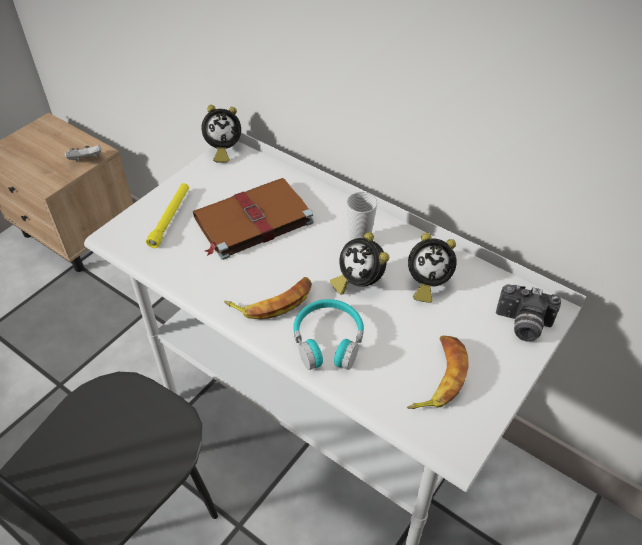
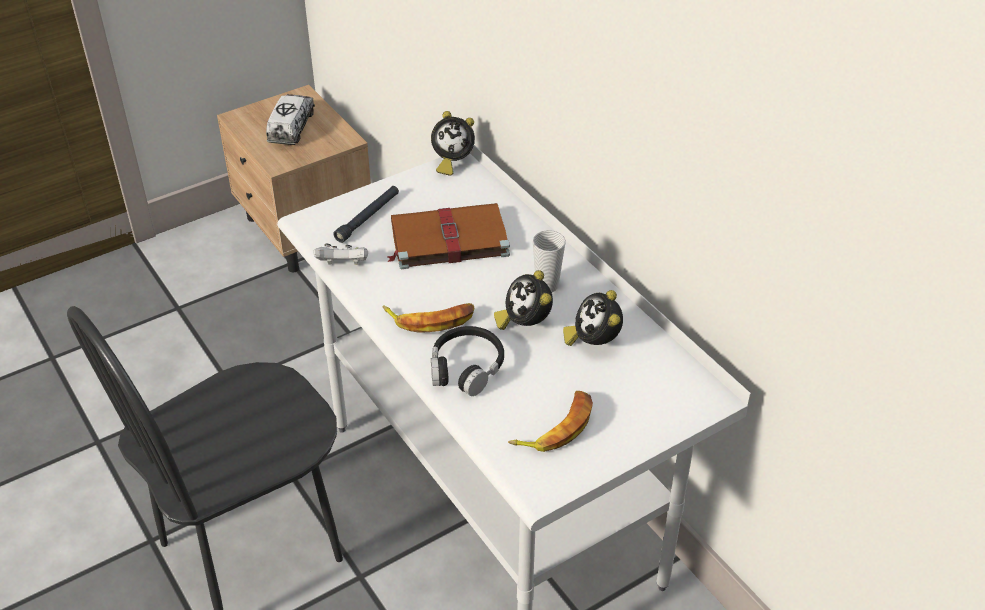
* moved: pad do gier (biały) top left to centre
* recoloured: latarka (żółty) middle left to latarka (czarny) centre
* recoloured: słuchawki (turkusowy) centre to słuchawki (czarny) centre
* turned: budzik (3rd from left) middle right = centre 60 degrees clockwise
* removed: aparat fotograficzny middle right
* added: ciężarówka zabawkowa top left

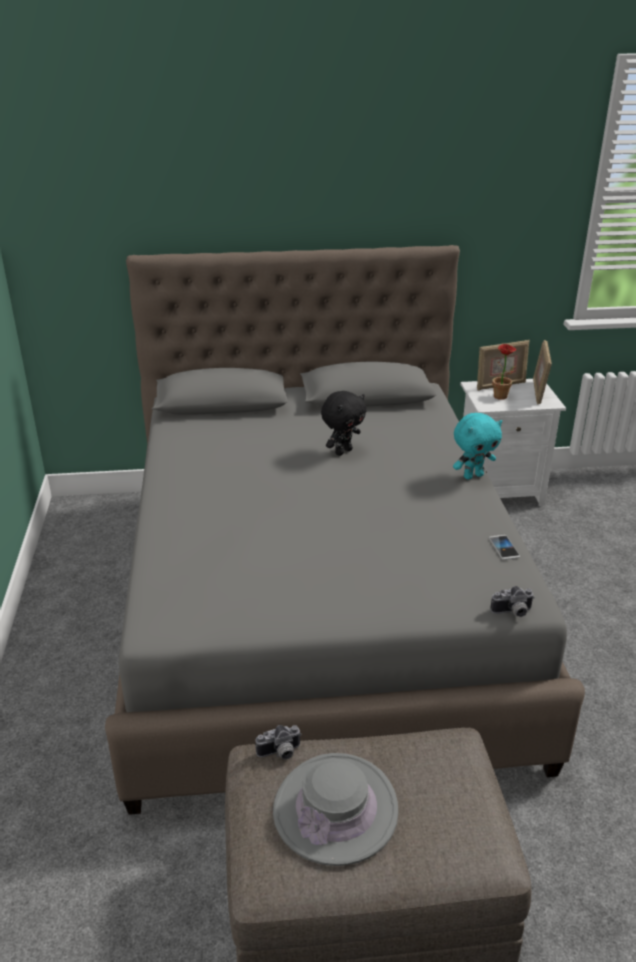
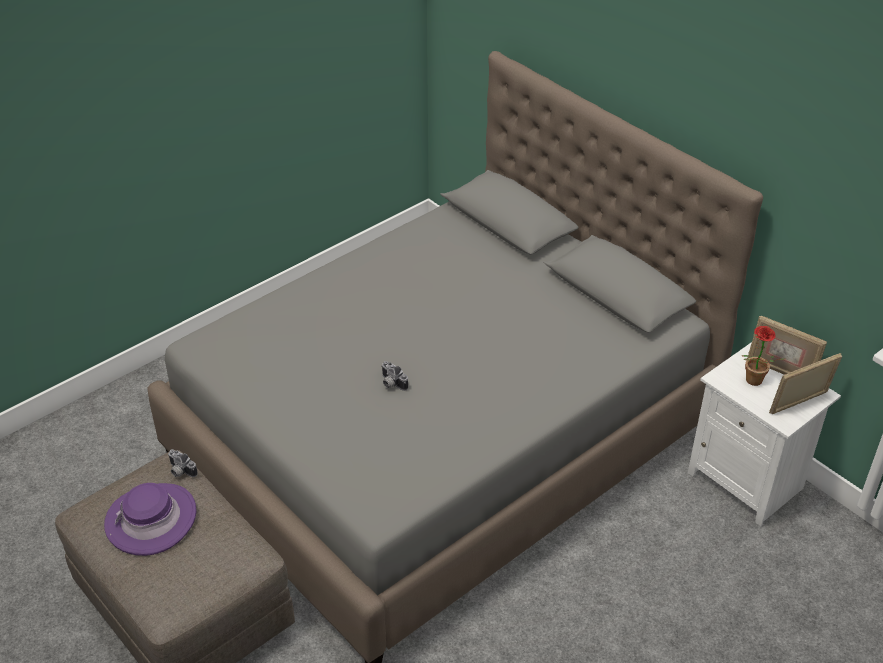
* recoloured: kapelusz (szary) bottom centre to kapelusz (fioletowy) bottom left
* removed: pluszak (czarny) centre
* removed: pluszak (turkusowy) middle right
* removed: telefon middle right
* moved: aparat fotograficzny (2nd from left) middle right to centre

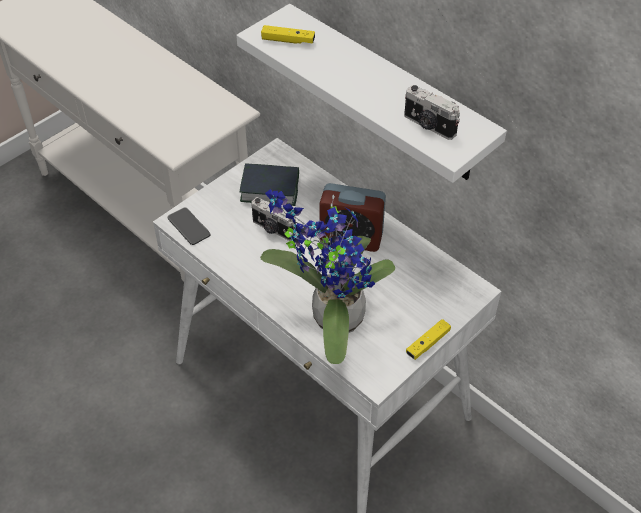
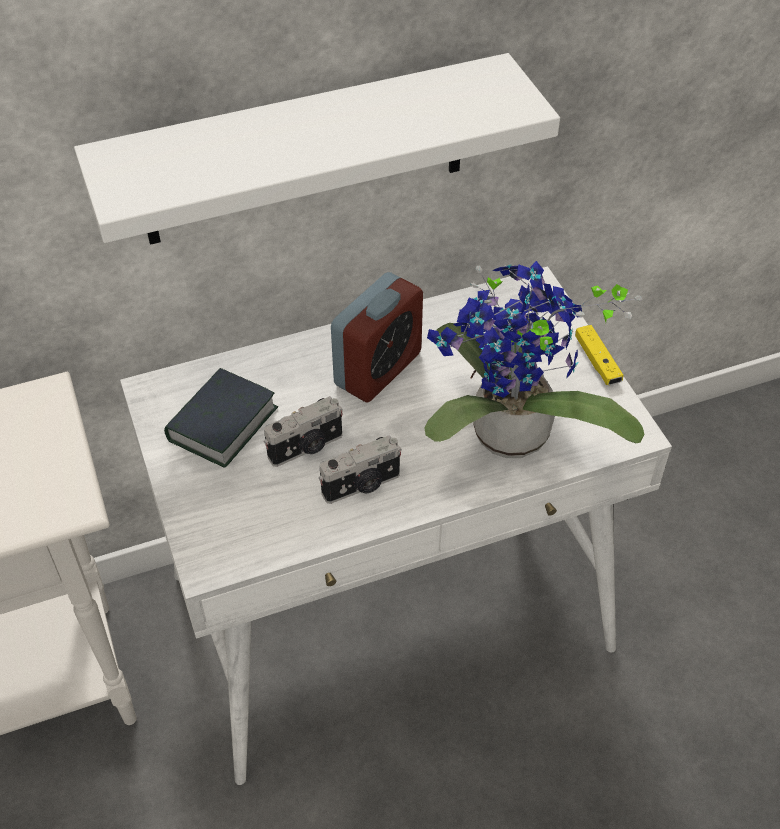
* removed: telefon middle left
* removed: pad do gier (żółty) (1st from left) top centre
* moved: aparat fotograficzny (2nd from left) top right to centre

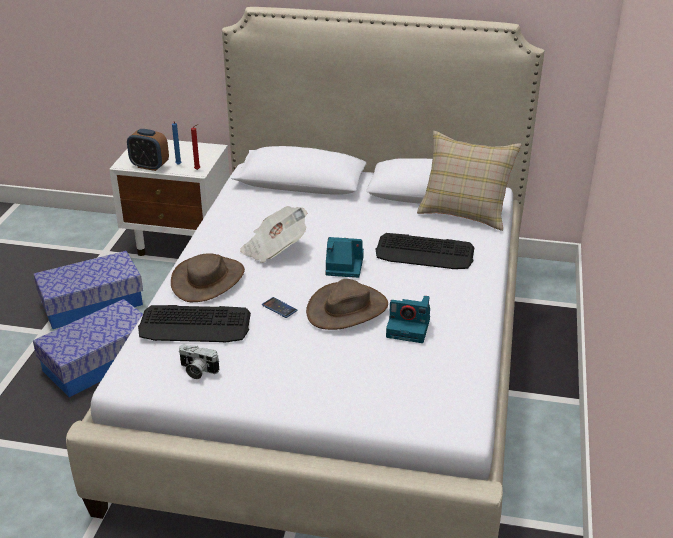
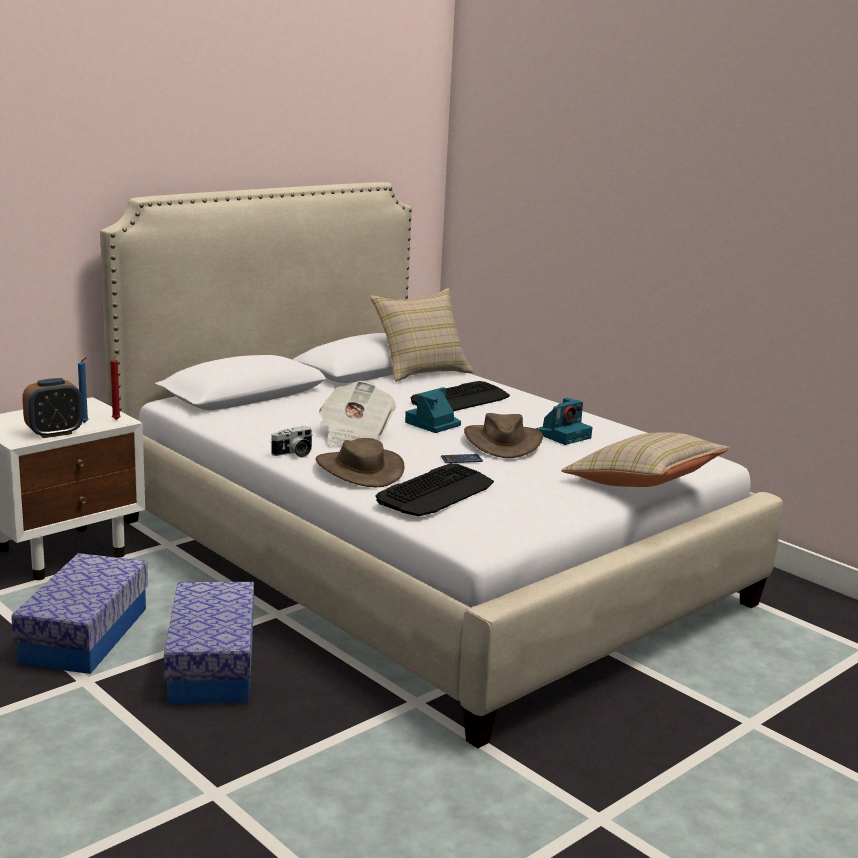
* moved: aparat fotograficzny (1st from left) bottom left to centre
* added: poduszka (beżowy) (2nd from left) middle right

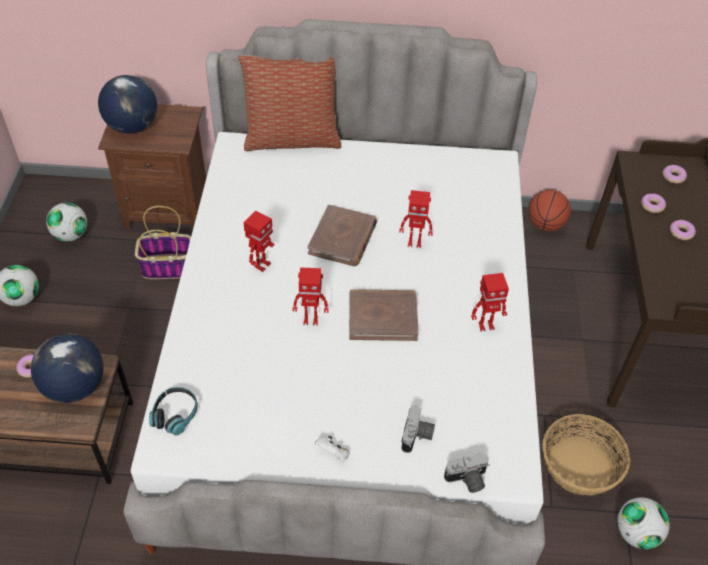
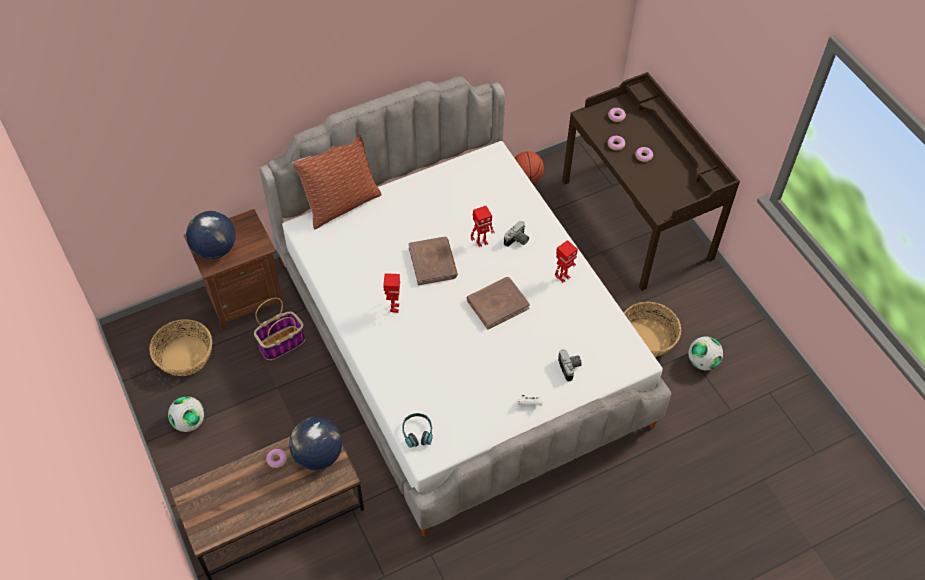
* replaced: piłka futbolowa (2nd from left) middle left to koszyk (1st from left) middle left
* removed: robot zabawkowy (2nd from left) centre
* moved: aparat fotograficzny (2nd from left in the first image) bottom centre to aparat fotograficzny (1st from left) centre

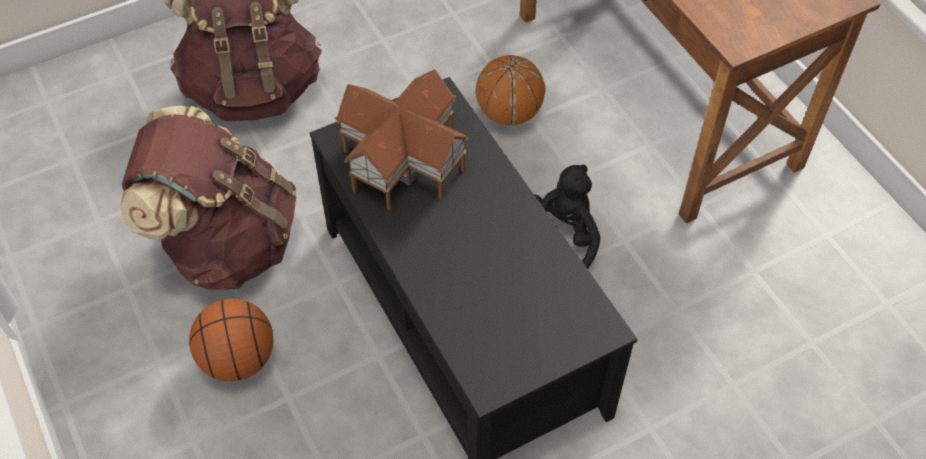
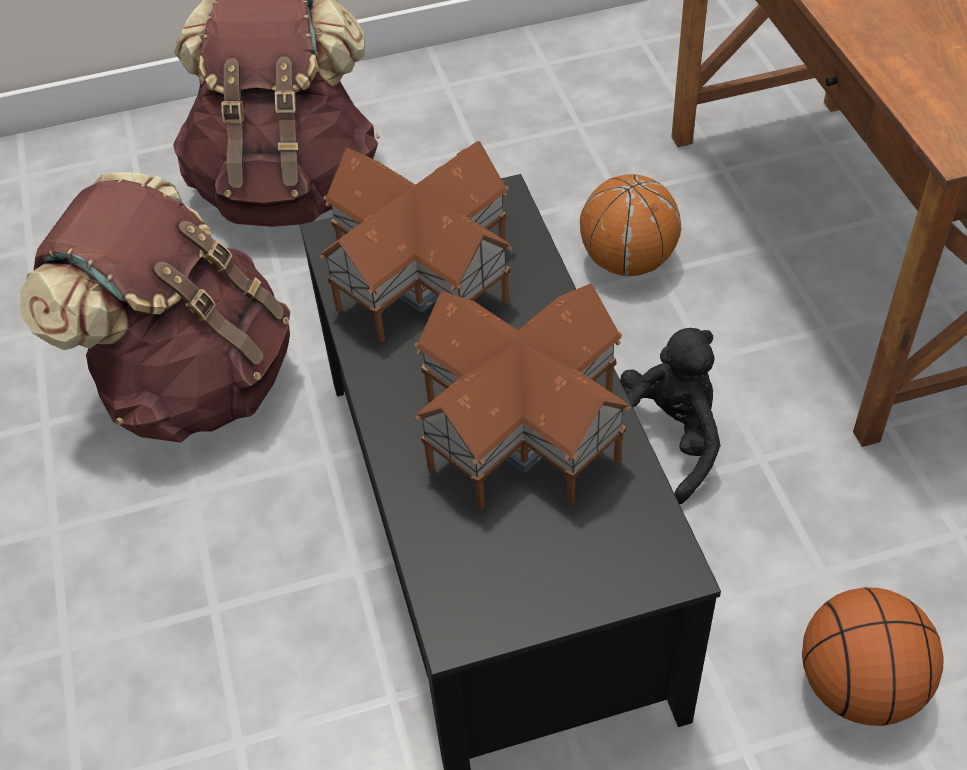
* moved: piłka do koszykówki (1st from left in the first image) bottom left to piłka do koszykówki (2nd from left) bottom right
* added: domek (2nd from left) centre

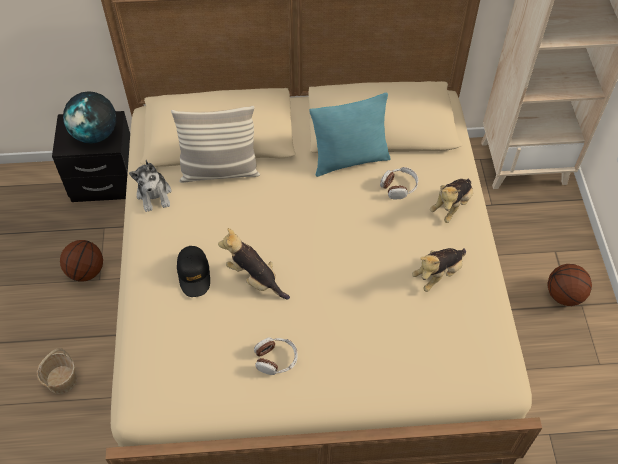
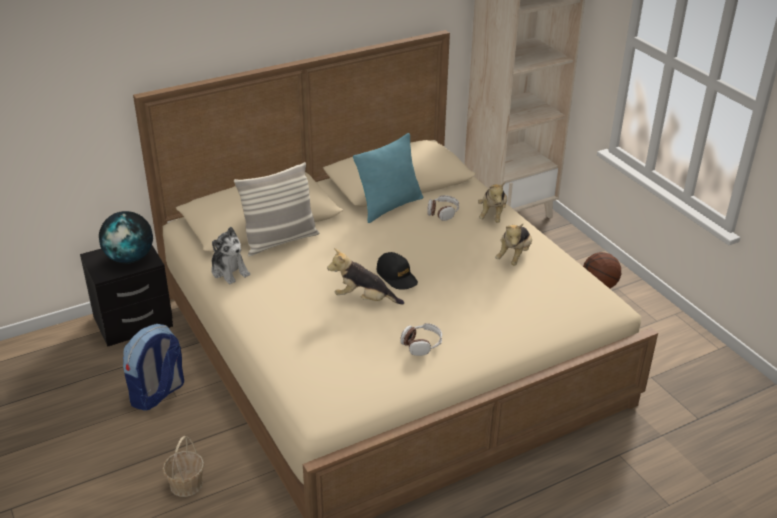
* replaced: piłka do koszykówki (1st from left) middle left to plecak bottom left
* moved: czapka z daszkiem (czarny) middle left to centre

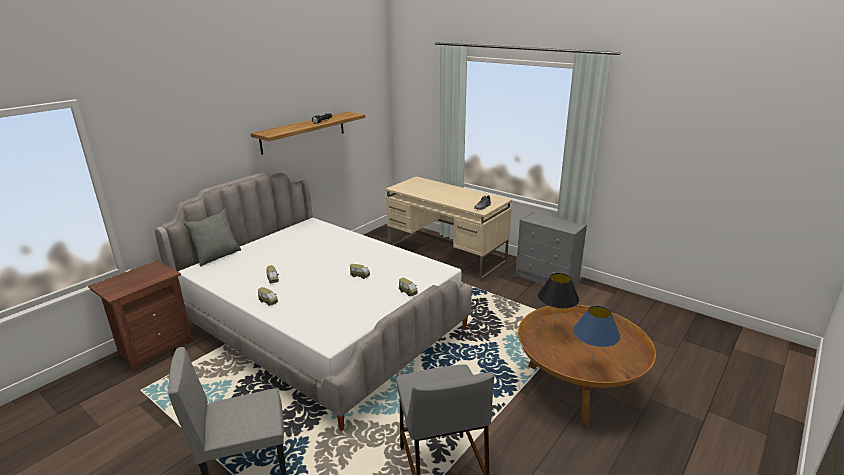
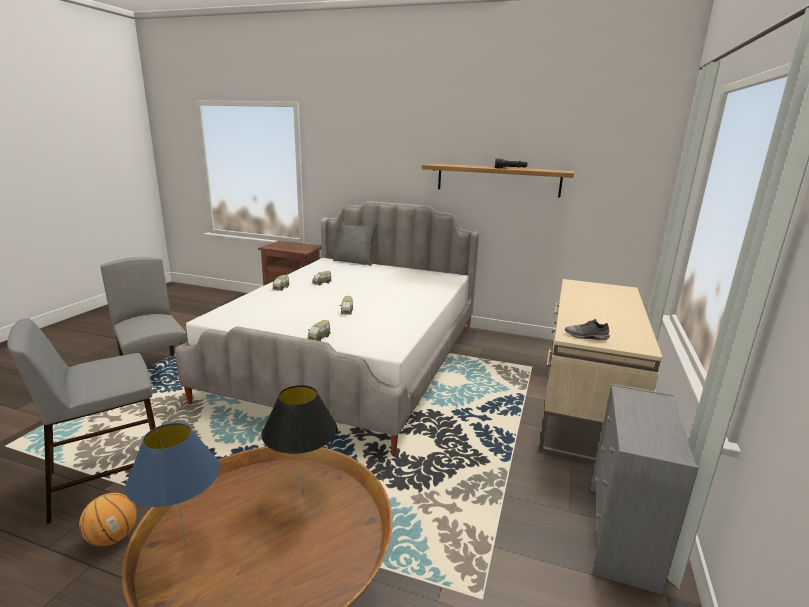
* added: piłka do koszykówki bottom left

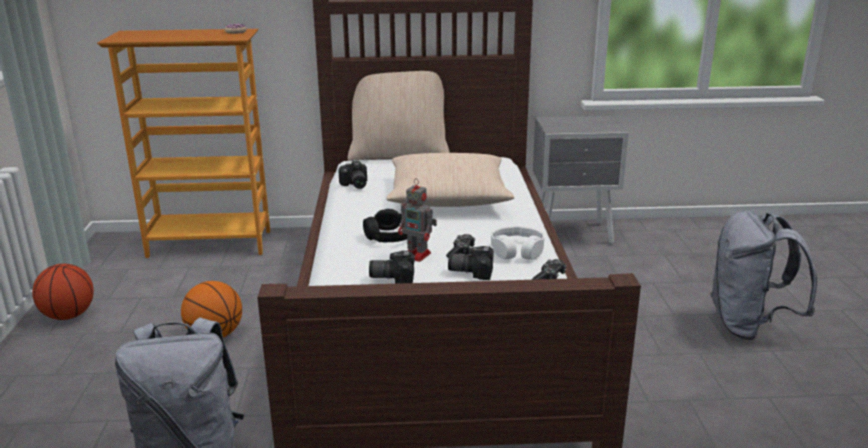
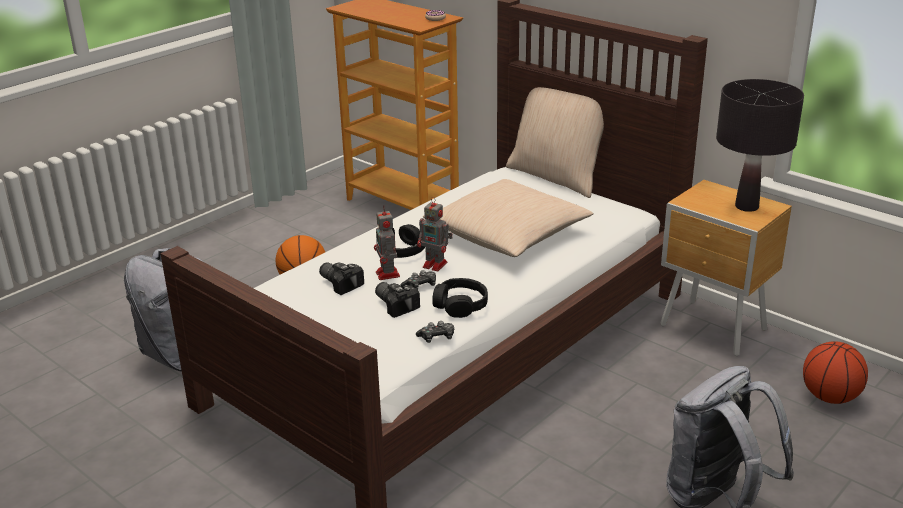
* moved: piłka do koszykówki (1st from left in the first image) middle left to piłka do koszykówki (2nd from left) bottom right
* removed: aparat fotograficzny (1st from left) centre
* recoloured: słuchawki (biały) centre to słuchawki (czarny) (2nd from left) centre
* recoloured: szafka nocna (szary) middle right to szafka nocna (brązowy) middle right
* added: robot zabawkowy (2nd from left) centre
* added: lampa stołowa (czarny) top right

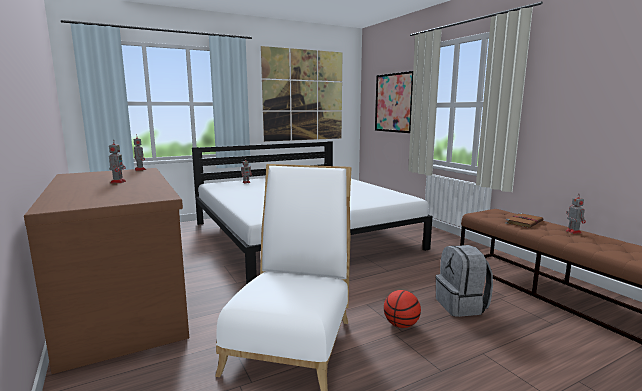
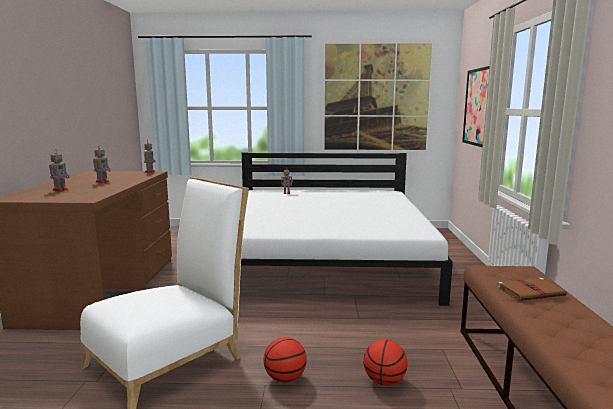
* replaced: plecak (szary) bottom right to piłka do koszykówki (2nd from left) bottom centre
* moved: robot zabawkowy (4th from left in the first image) middle right to robot zabawkowy (1st from left) middle left

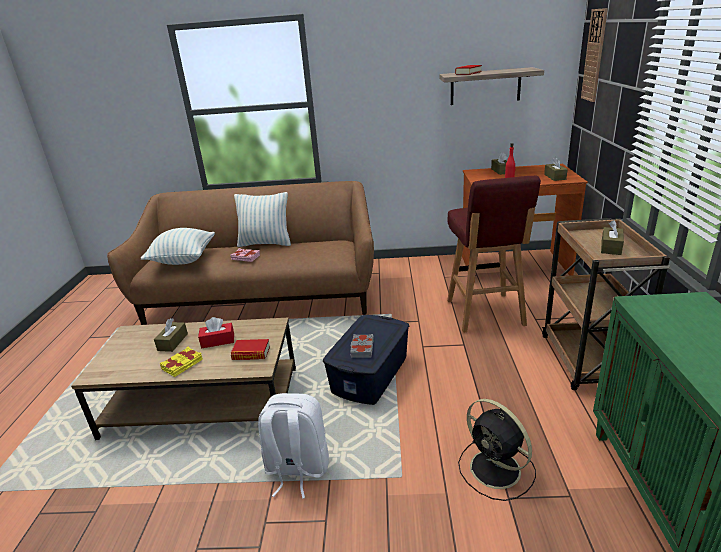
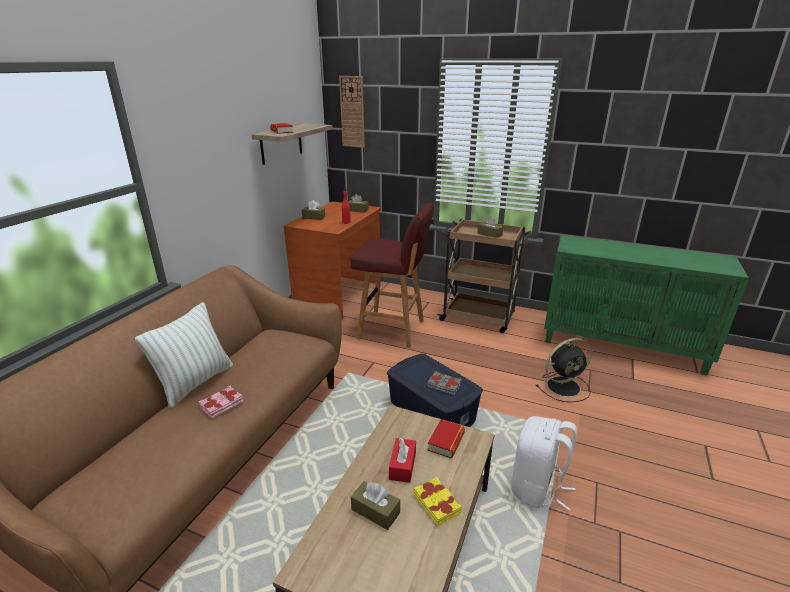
* removed: poduszka (1st from left) middle left

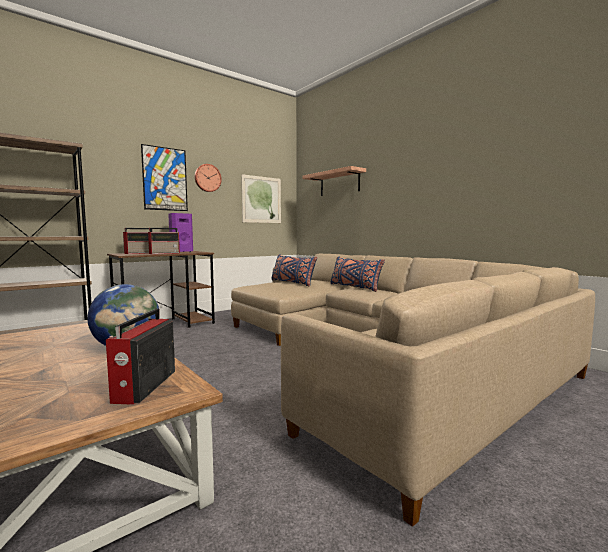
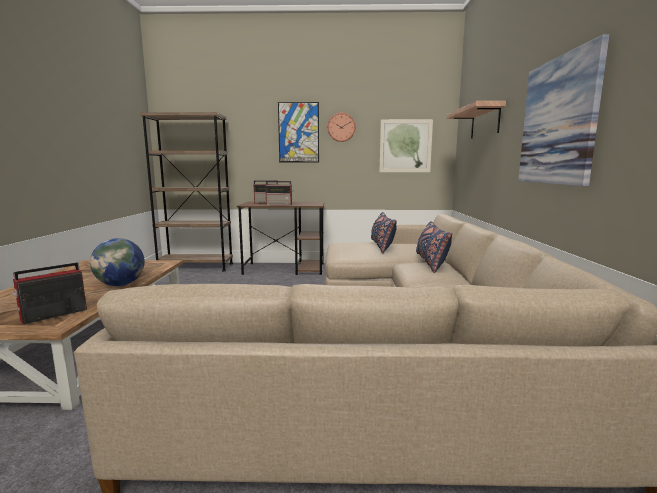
* removed: głośnik (fioletowy) middle left
* added: obraz (3rd from left) top right

